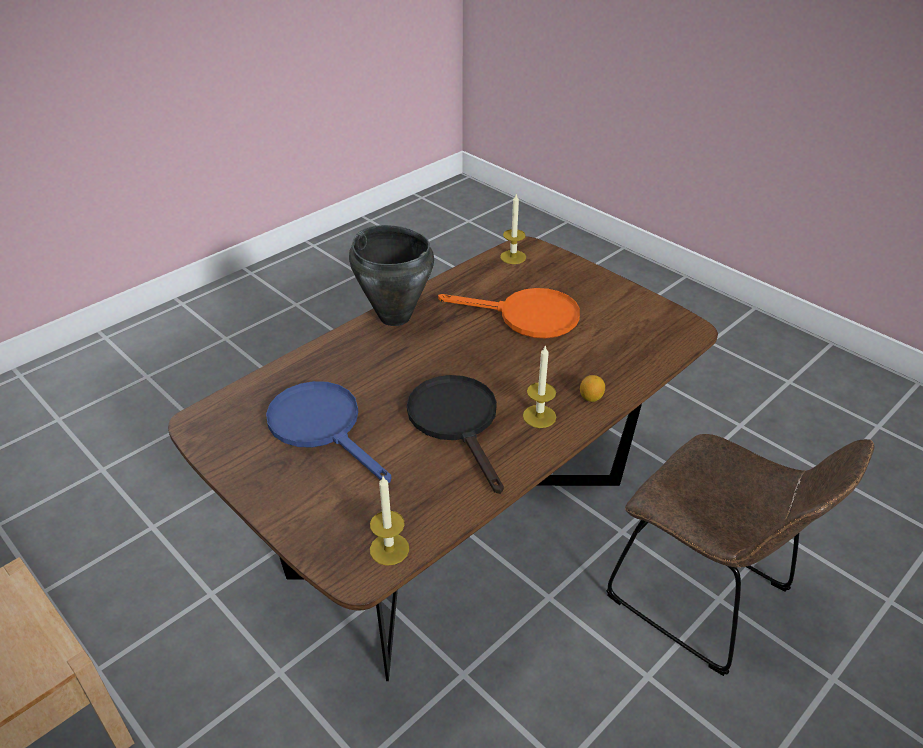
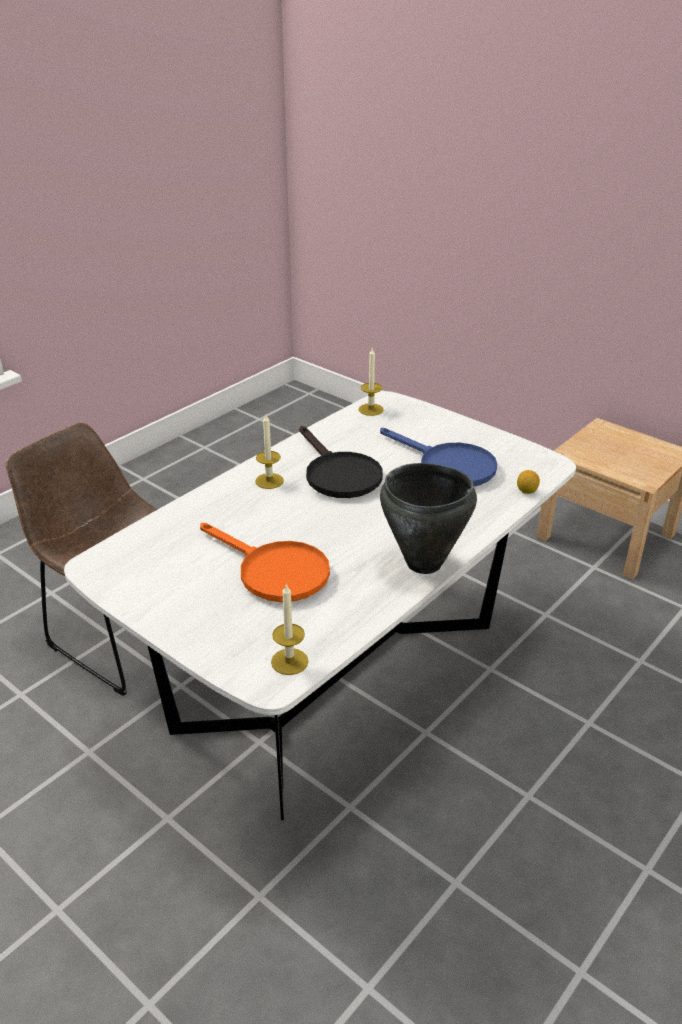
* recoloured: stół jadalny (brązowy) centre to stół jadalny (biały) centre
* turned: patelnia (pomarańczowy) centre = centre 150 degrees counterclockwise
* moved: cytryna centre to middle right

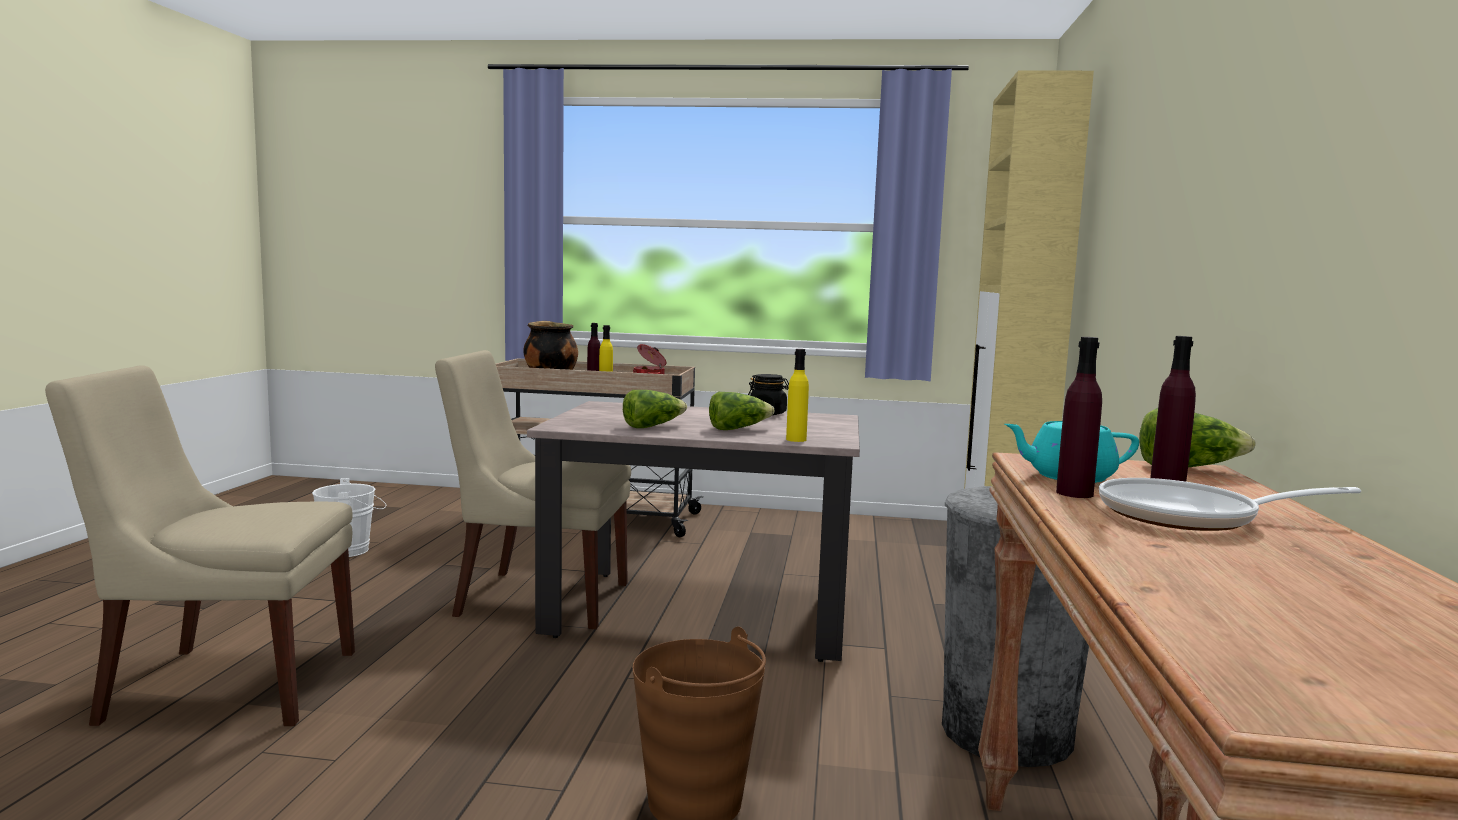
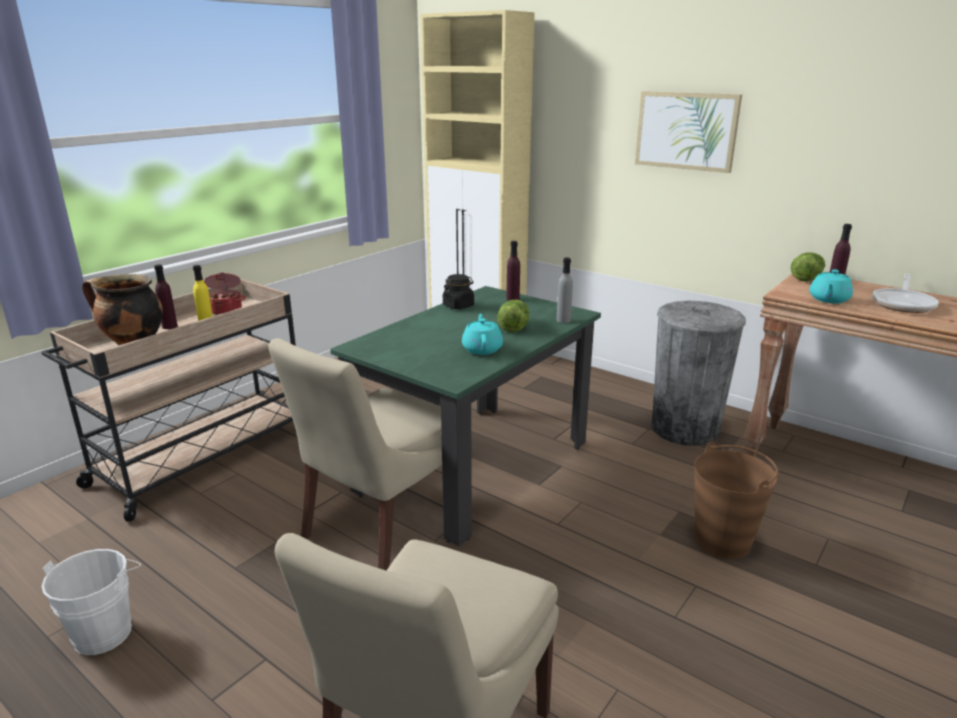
* recoloured: stół jadalny (beżowy) centre to stół jadalny (zielony) centre
* replaced: sałata (1st from left) centre to imbryk (turkusowy) (1st from left) centre
* recoloured: butelka (żółty) (2nd from left) centre to butelka (szary) centre
* moved: butelka (fioletowy) (2nd from left) middle right to centre
* added: obraz top right

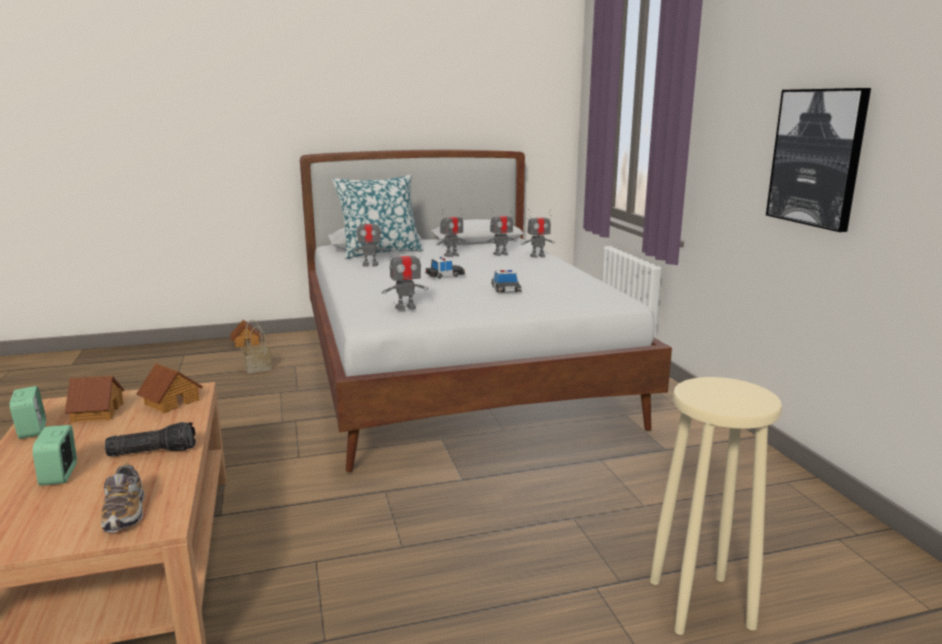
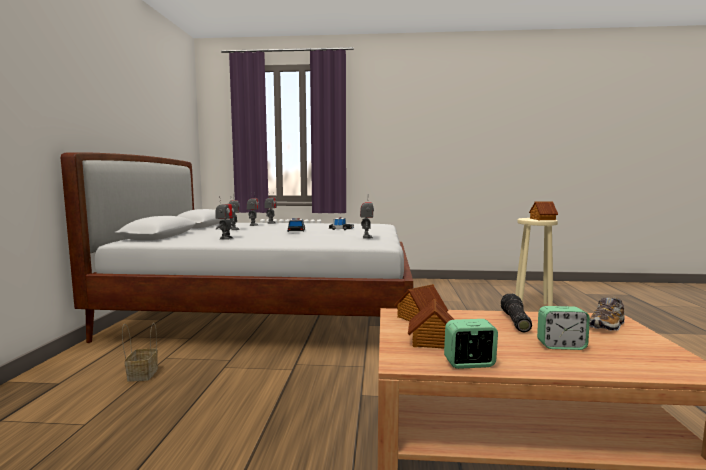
* turned: but bottom left = bottom right 135 degrees clockwise
* moved: domek (3rd from left) middle left to middle right
* removed: poduszka centre
* removed: obraz top right

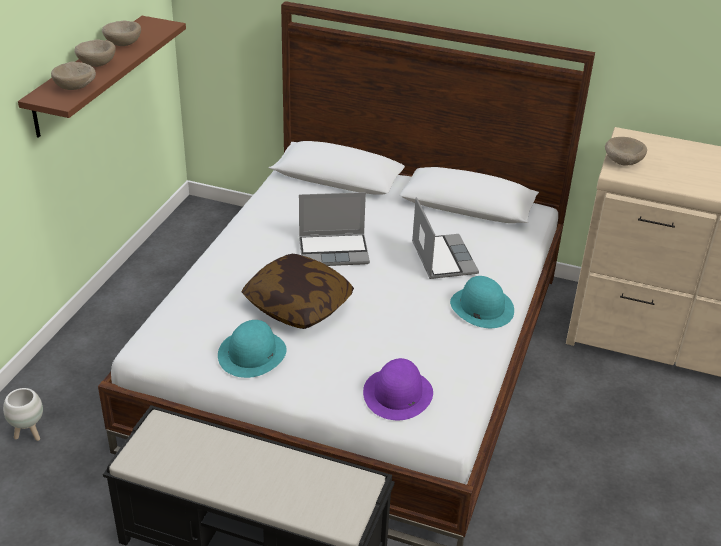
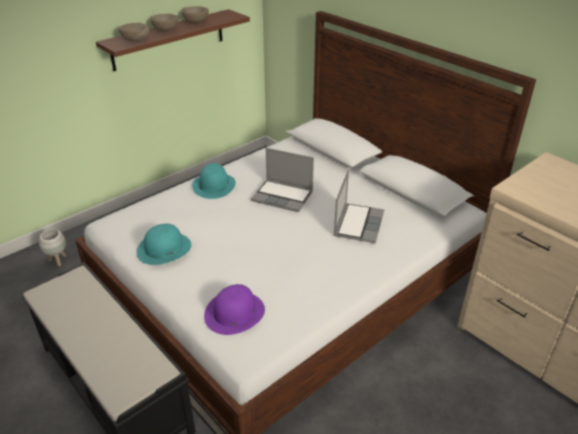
* removed: poduszka centre
* moved: kapelusz (turkusowy) (2nd from left) middle right to centre
* removed: miska (beżowy) (4th from left) top right

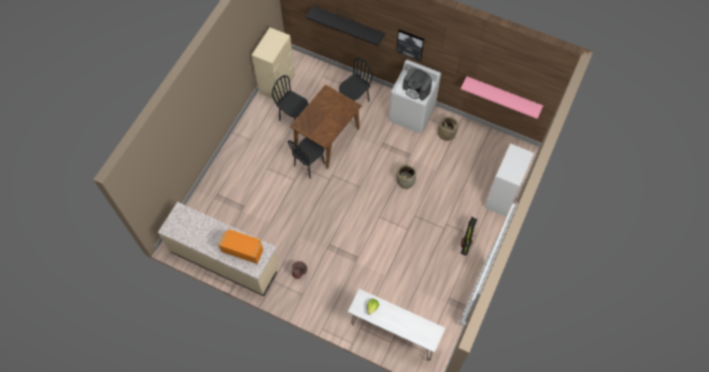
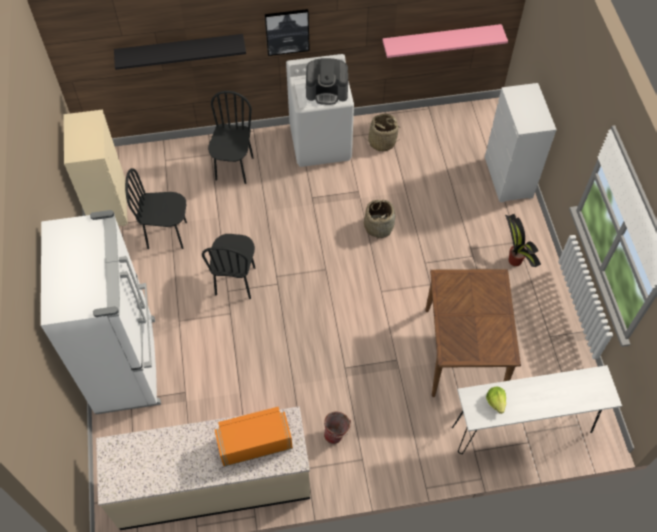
* moved: stół jadalny (brązowy) centre to middle right
* added: lodówka (biały) middle left

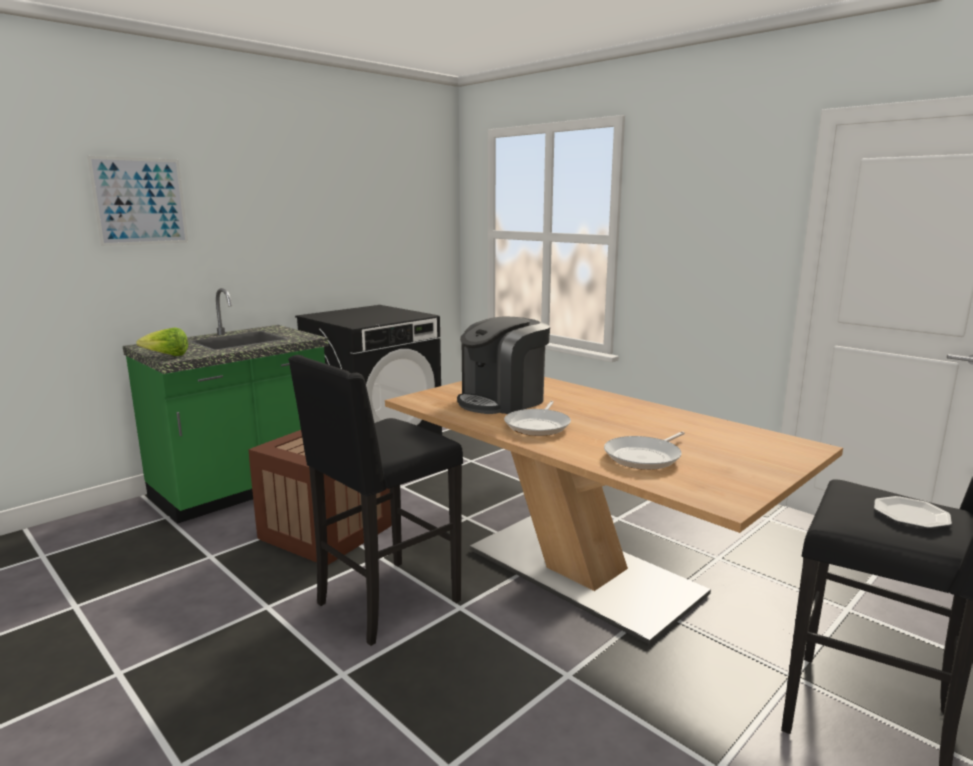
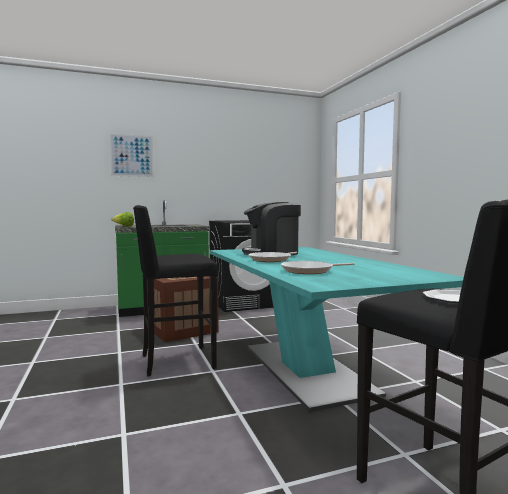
* recoloured: stół jadalny (beżowy) bottom centre to stół jadalny (turkusowy) centre

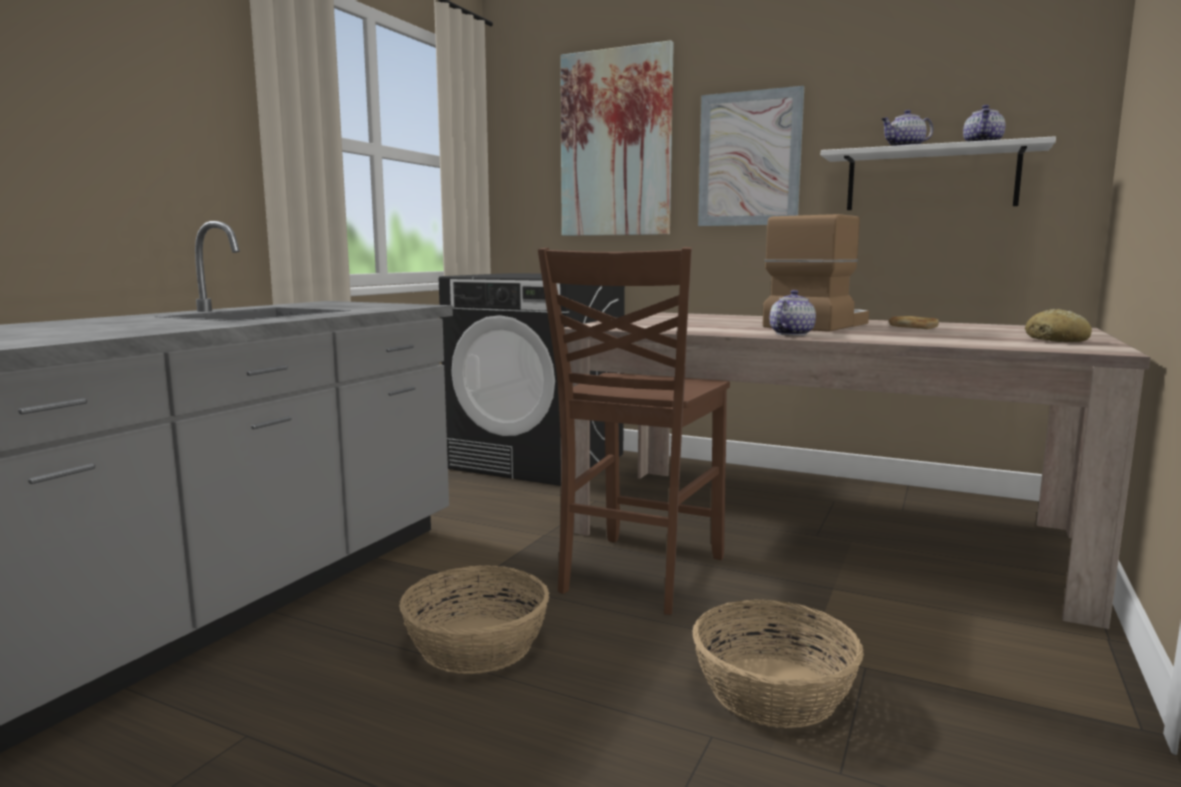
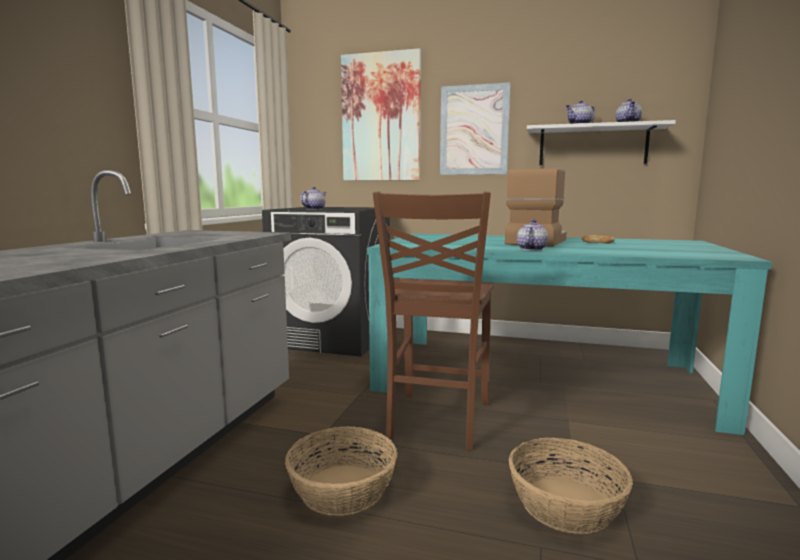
* recoloured: stół jadalny (beżowy) middle right to stół jadalny (turkusowy) middle right
* removed: chleb (2nd from left) middle right
* added: imbryk (1st from left) centre

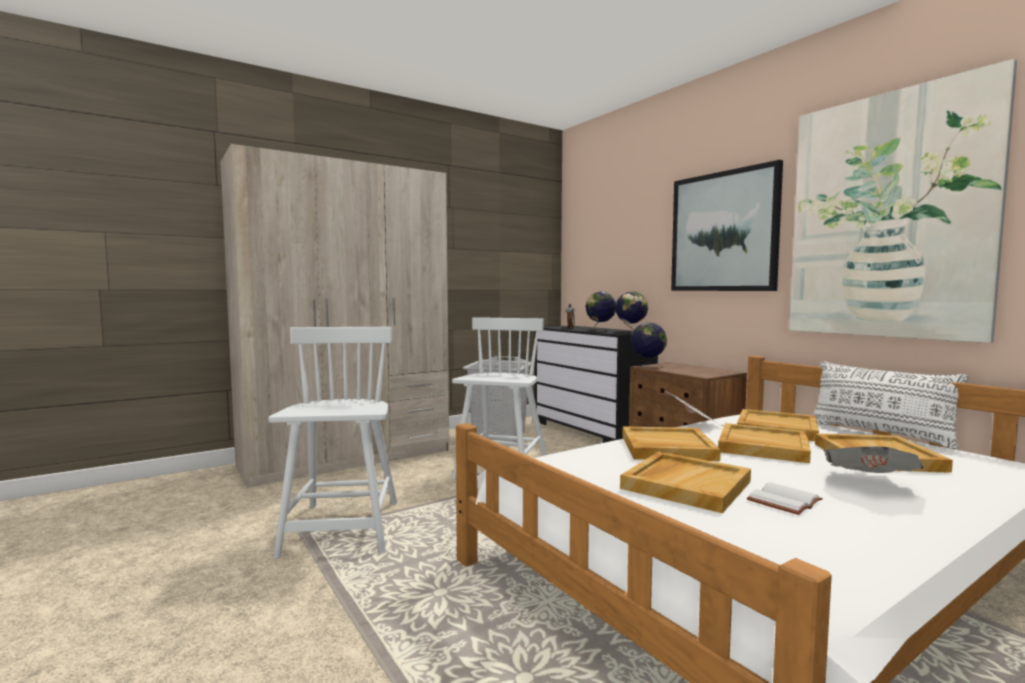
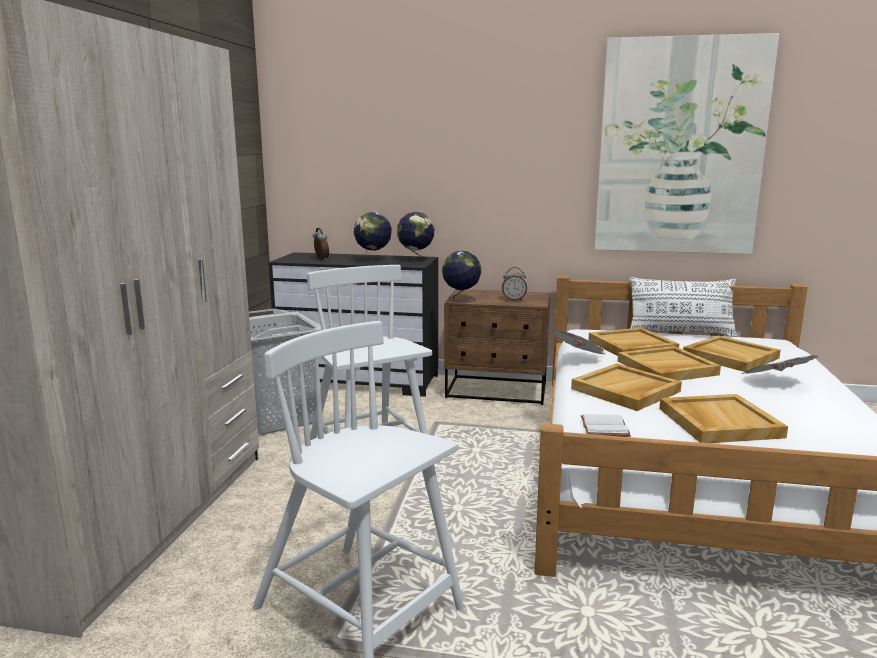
* removed: obraz (1st from left) top right
* moved: książka (biały) bottom right to middle right
* added: budzik (2nd from left) centre

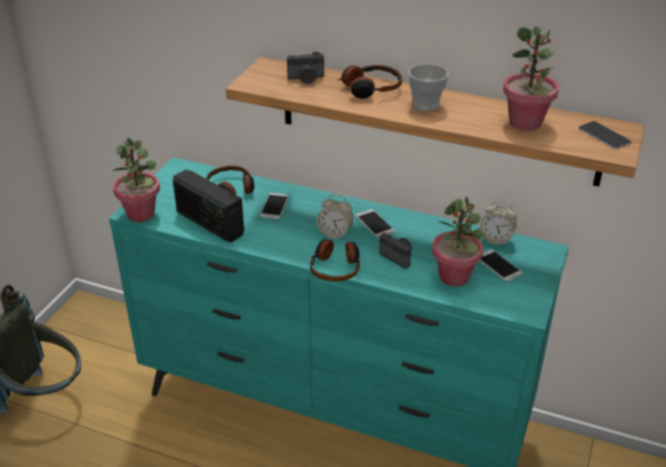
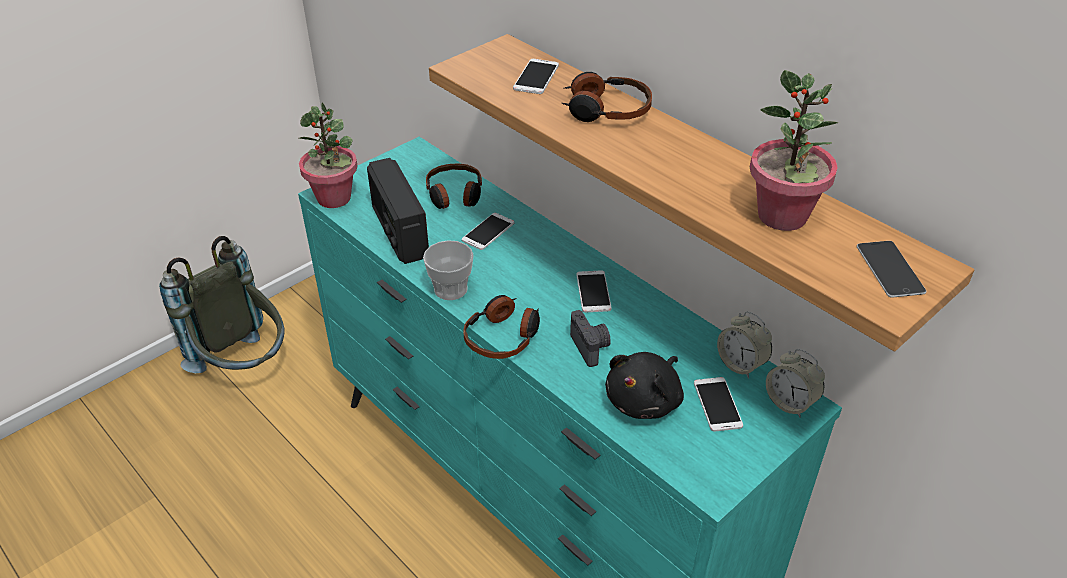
* replaced: aparat fotograficzny (1st from left) top centre to telefon (2nd from left) top centre
* moved: budzik (1st from left in the first image) centre to budzik (2nd from left) middle right
* moved: filiżanka top centre to centre
* replaced: roślina doniczkowa (2nd from left) middle right to pluszak (czarny) centre

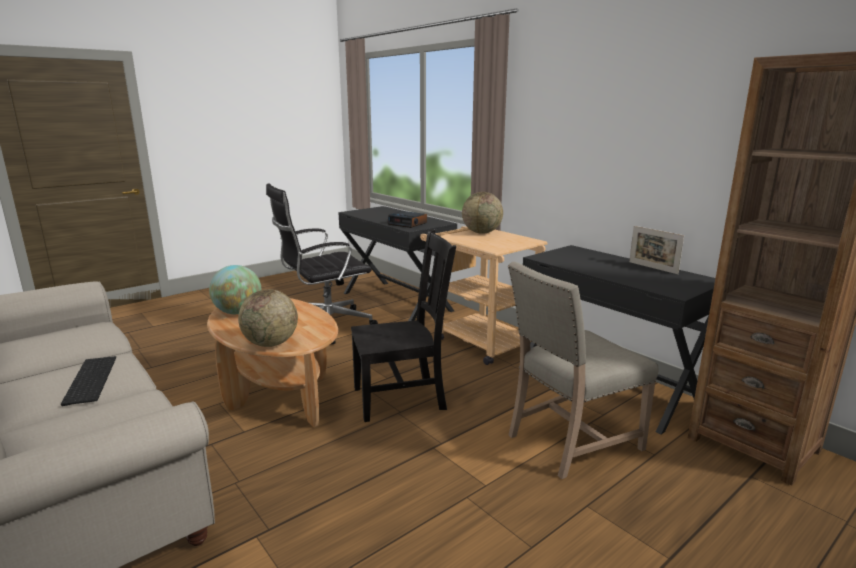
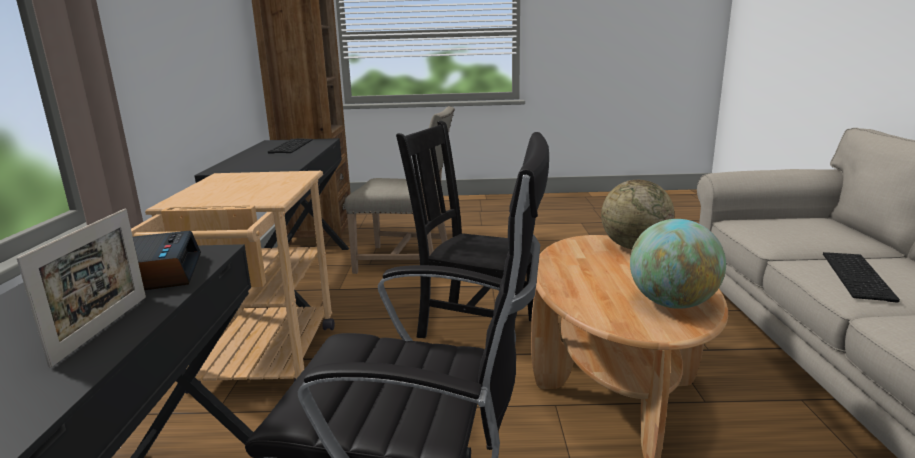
* removed: globus (3rd from left) centre
* moved: ramka na zdjęcie middle right to middle left
* added: klawiatura (1st from left) top left

